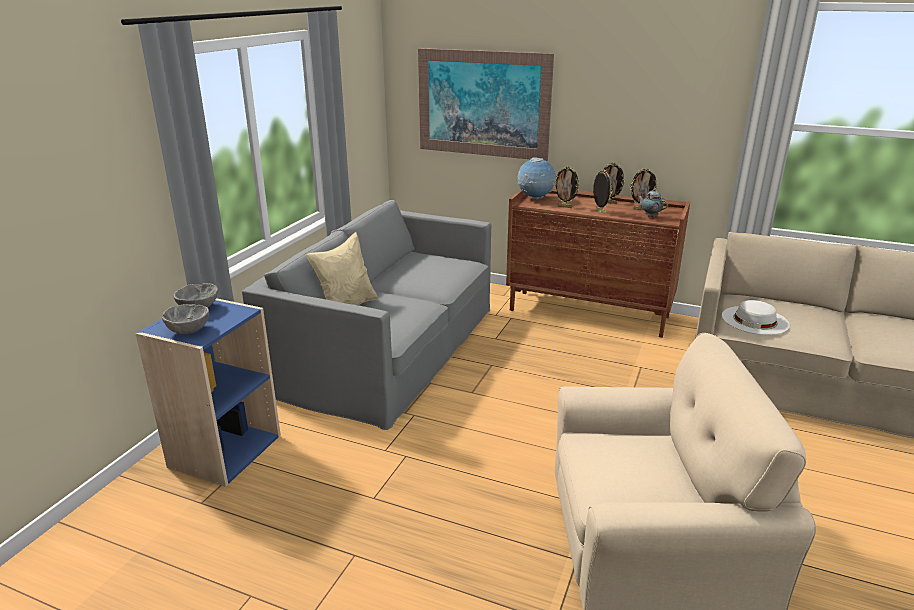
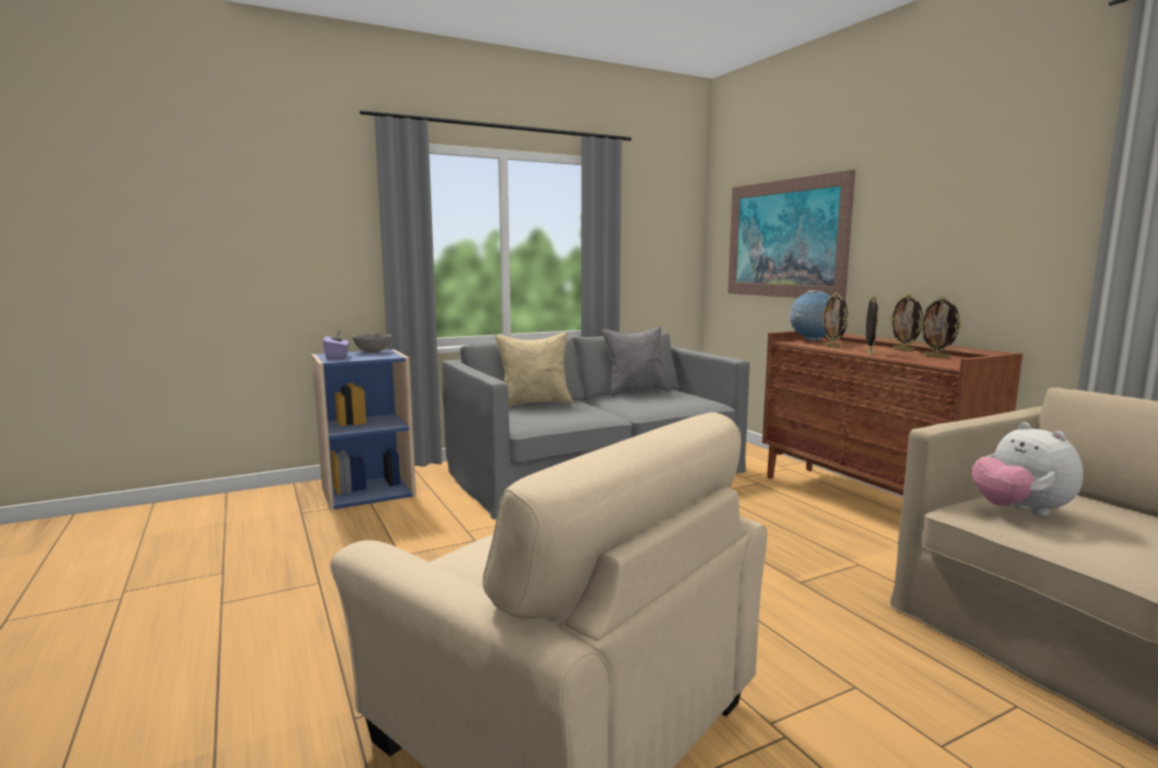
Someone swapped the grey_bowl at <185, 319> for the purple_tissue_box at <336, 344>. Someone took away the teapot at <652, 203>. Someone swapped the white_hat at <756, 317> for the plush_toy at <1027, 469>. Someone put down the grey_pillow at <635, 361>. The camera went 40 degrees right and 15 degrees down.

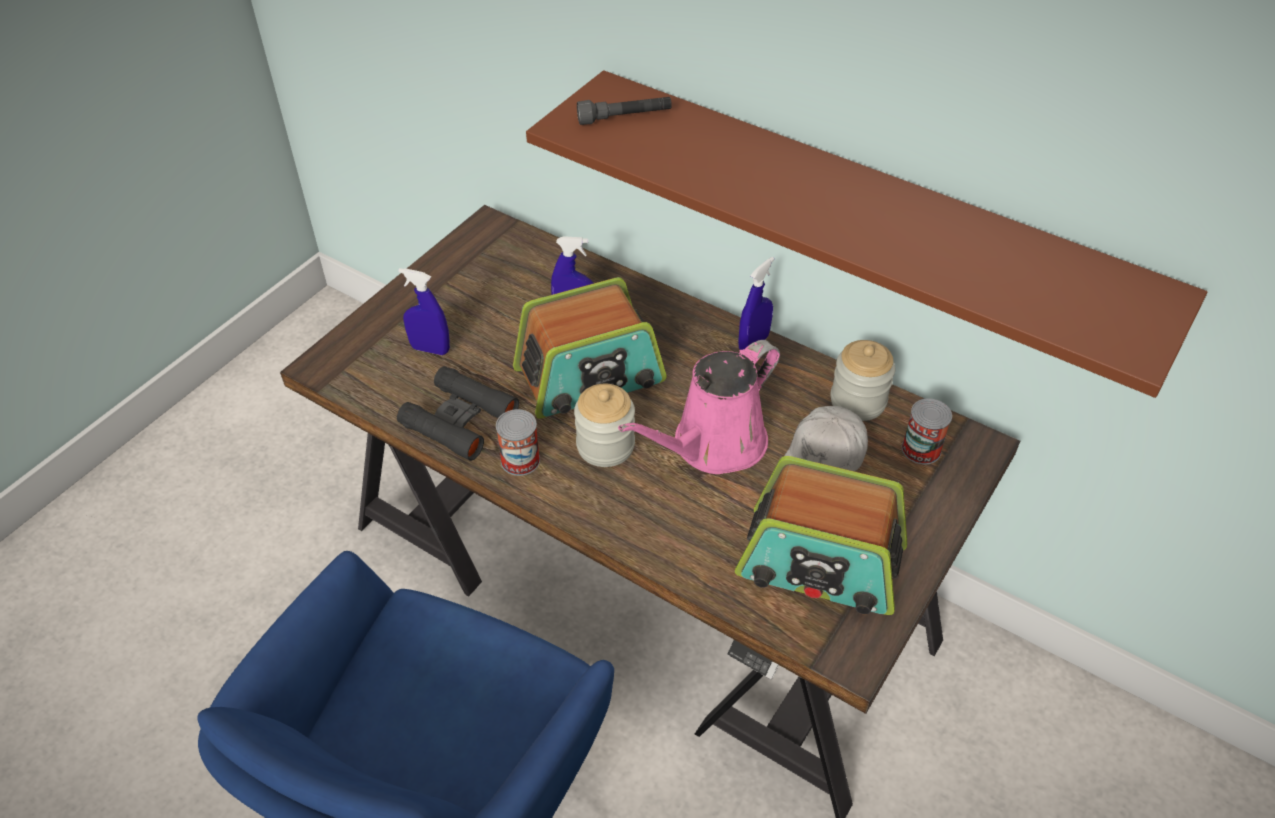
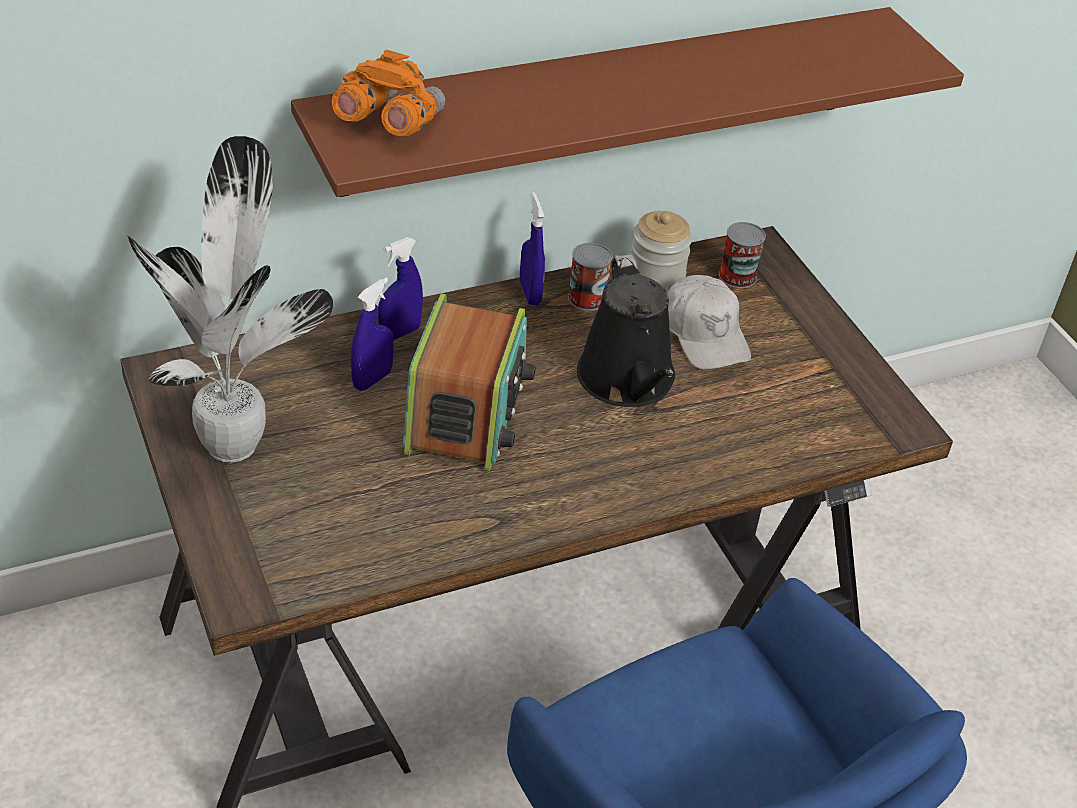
Someone took away the black_binoculars at <458, 413>. Someone carried the blue_spray_bottle from <424, 311> to <400, 289>. Someone carried the can from <518, 442> to <590, 277>. Someone took away the jar at <604, 425>. Someone swapped the grey_flashlight at <624, 111> for the orange_binoculars at <389, 93>. Someone repainted the pink_watering_can at <699, 407>, which became the black_watering_can at <626, 331>. Someone took away the radio at <821, 535>. Someone put down the potted_plant at <230, 299>. The camera went 60 degrees left and 5 degrees down.

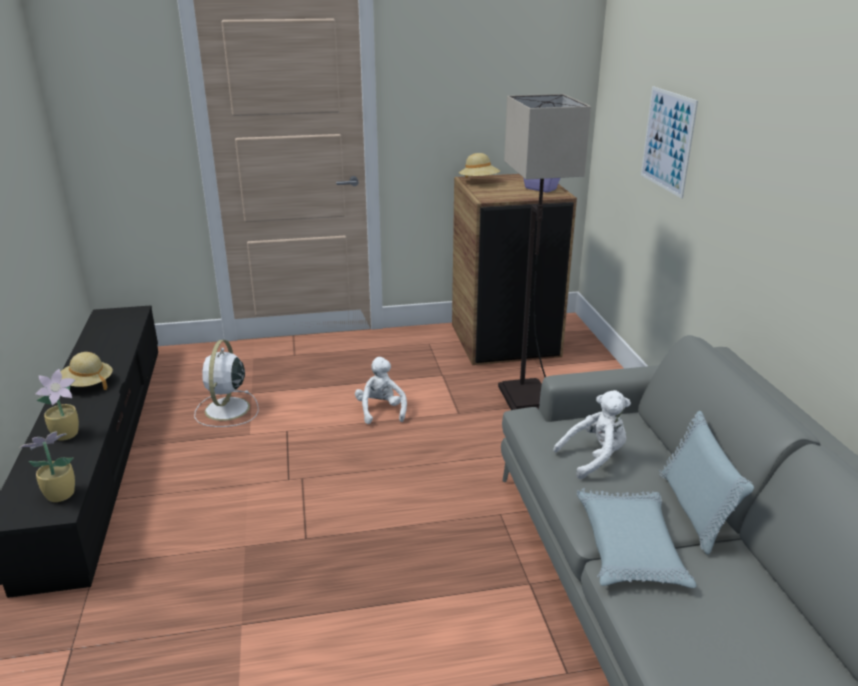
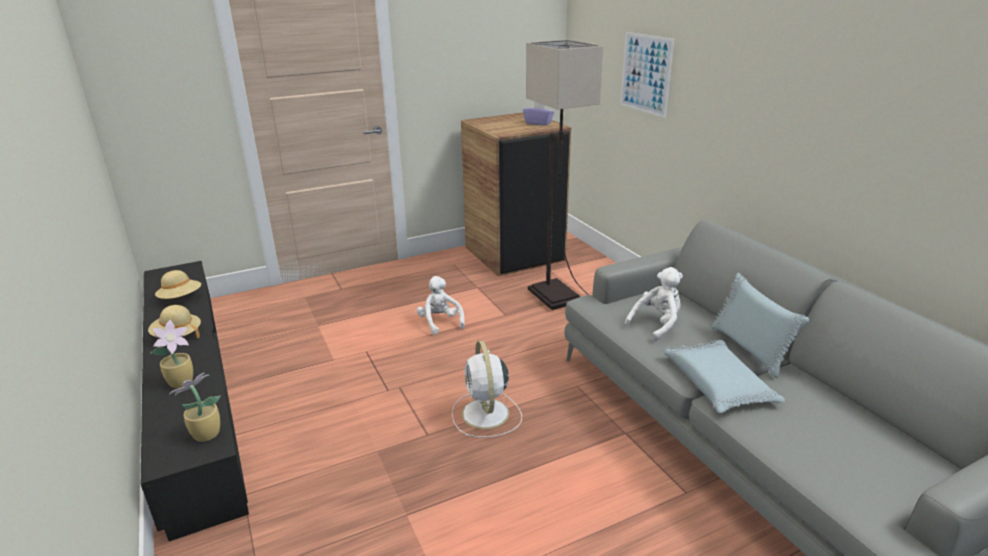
Someone carried the white_fan from <226, 383> to <487, 389>. Someone carried the beige_hat from <479, 165> to <178, 284>. The camera went 15 degrees left and 0 degrees up.

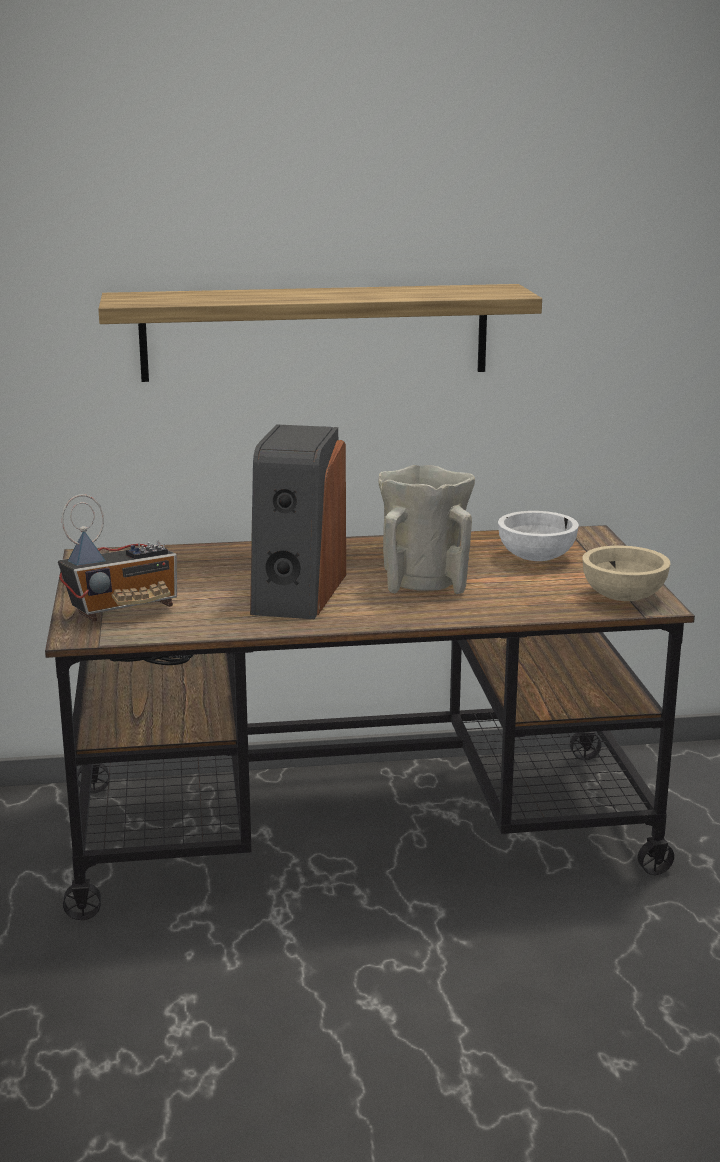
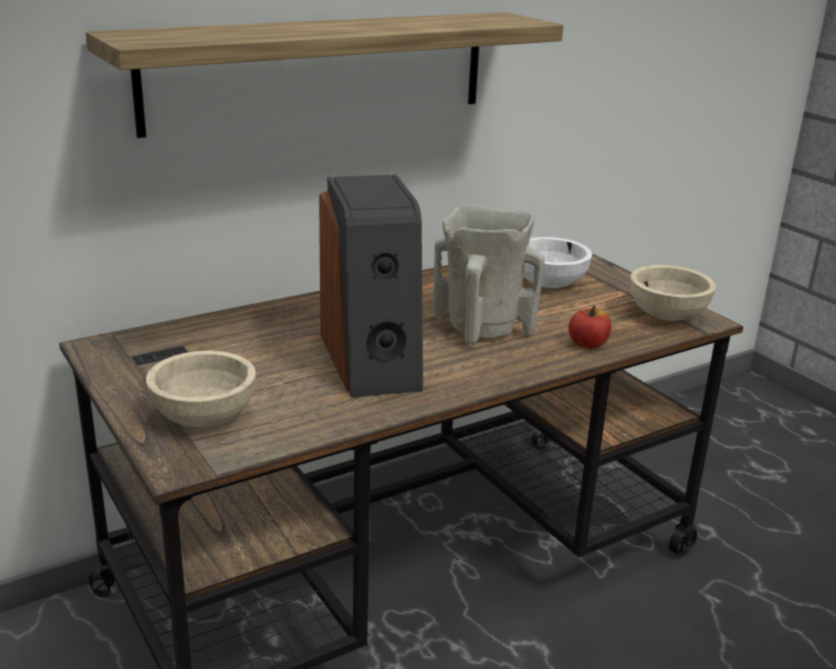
Someone swapped the radio at <117, 558> for the beige_bowl at <201, 389>. Someone put down the apple at <590, 327>. The camera went 25 degrees left and 5 degrees up.

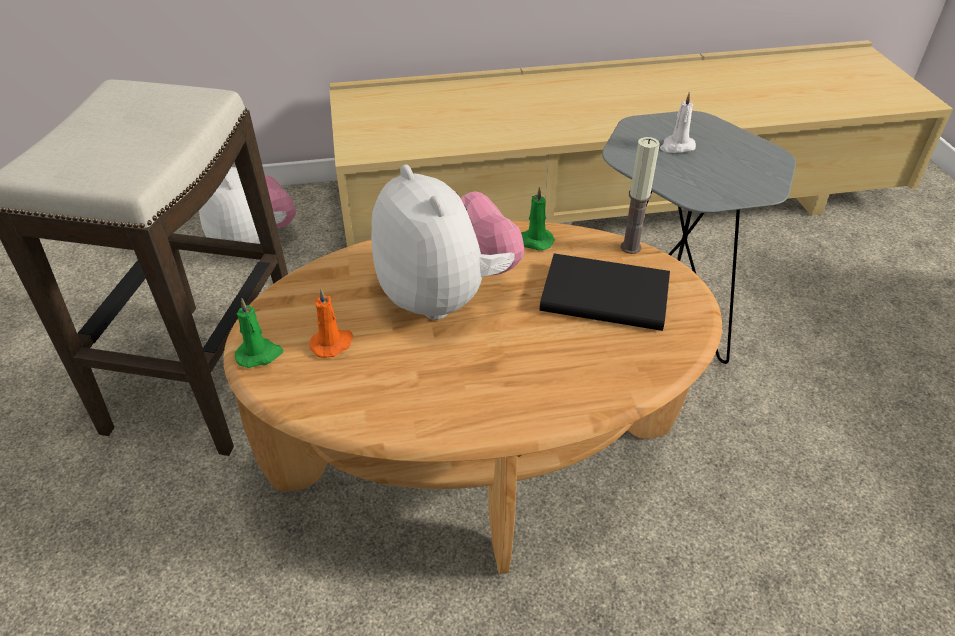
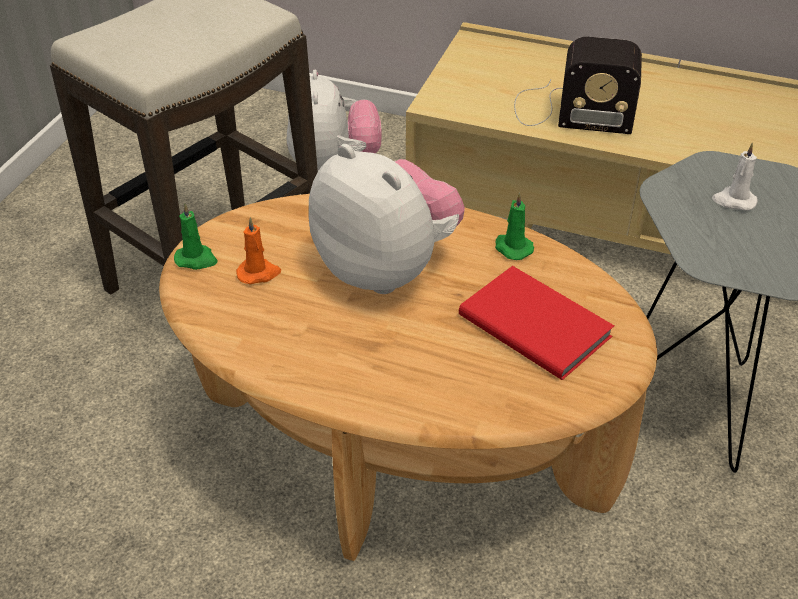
Someone rotated the plush_toy at <447, 242> by 45 degrees counterclockwise. Someone repainted the black_book at <605, 292>, which became the red_book at <536, 323>. Someone took away the candle at <640, 195>. Someone put down the radio at <578, 85>. The camera went 30 degrees right and 0 degrees up.

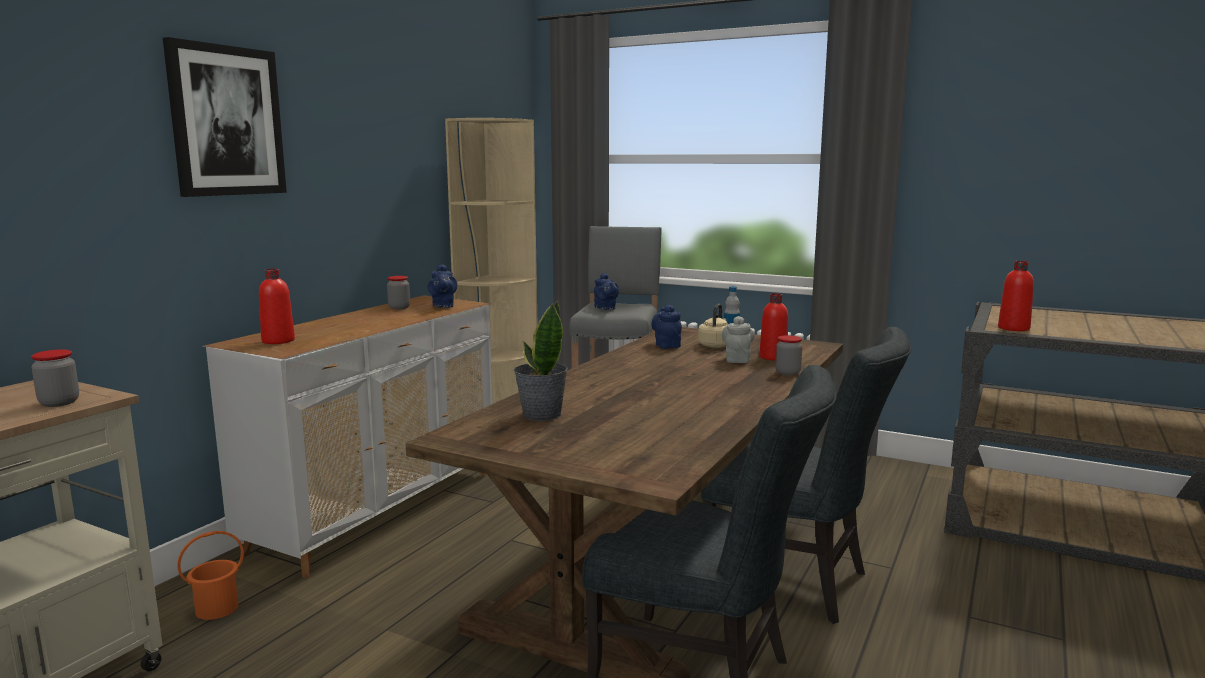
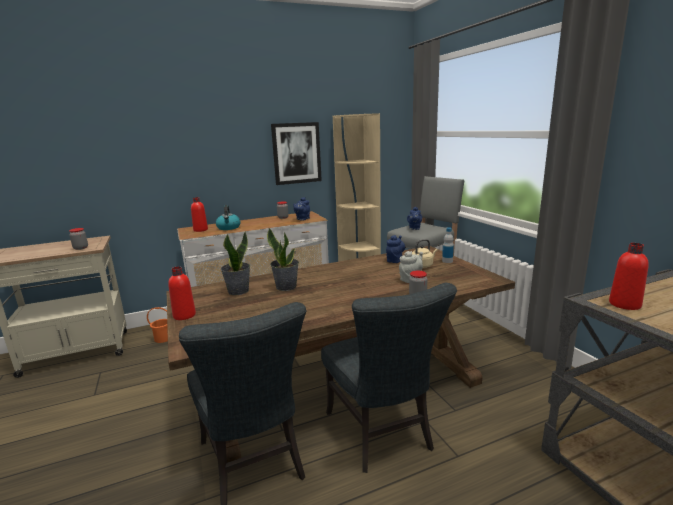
Someone carried the picture from <225, 117> to <296, 153>. Someone carried the red_bottle from <773, 326> to <182, 293>. Someone put down the kettle at <228, 217>. Someone put down the potted_plant at <283, 259>. The camera went 40 degrees right and 5 degrees up.

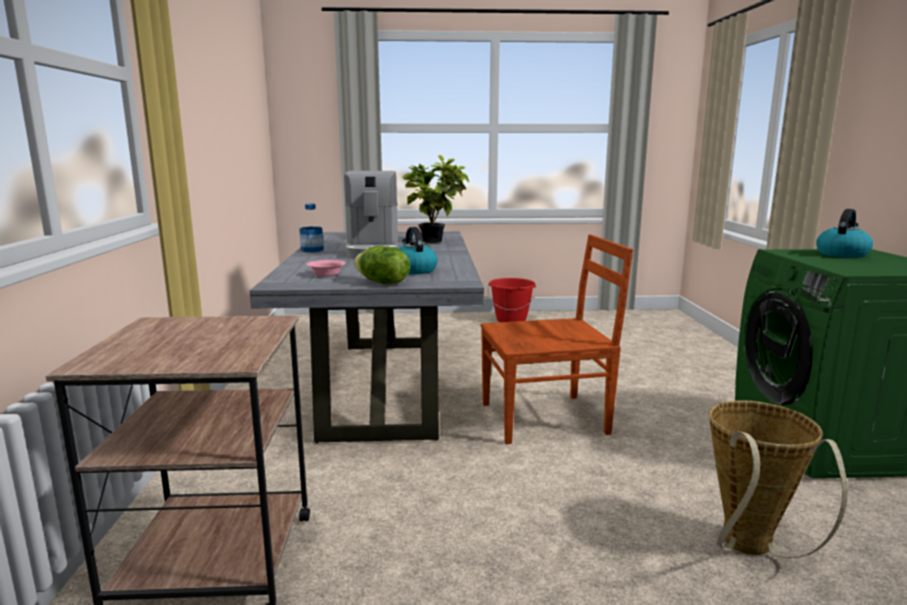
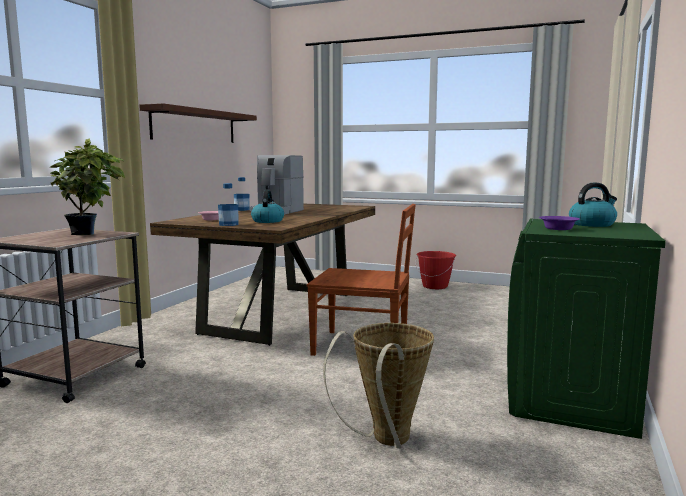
Someone repainted the grey_dining_table at <367, 337>, which became the brown_dining_table at <262, 275>. Someone swapped the lettuce at <382, 265> for the bottle at <228, 204>. Someone carried the potted_plant from <436, 199> to <87, 186>. Someone put up the brown_shelf at <198, 123>. Someone put down the purple_bowl at <559, 223>. The camera went 25 degrees right and 5 degrees down.

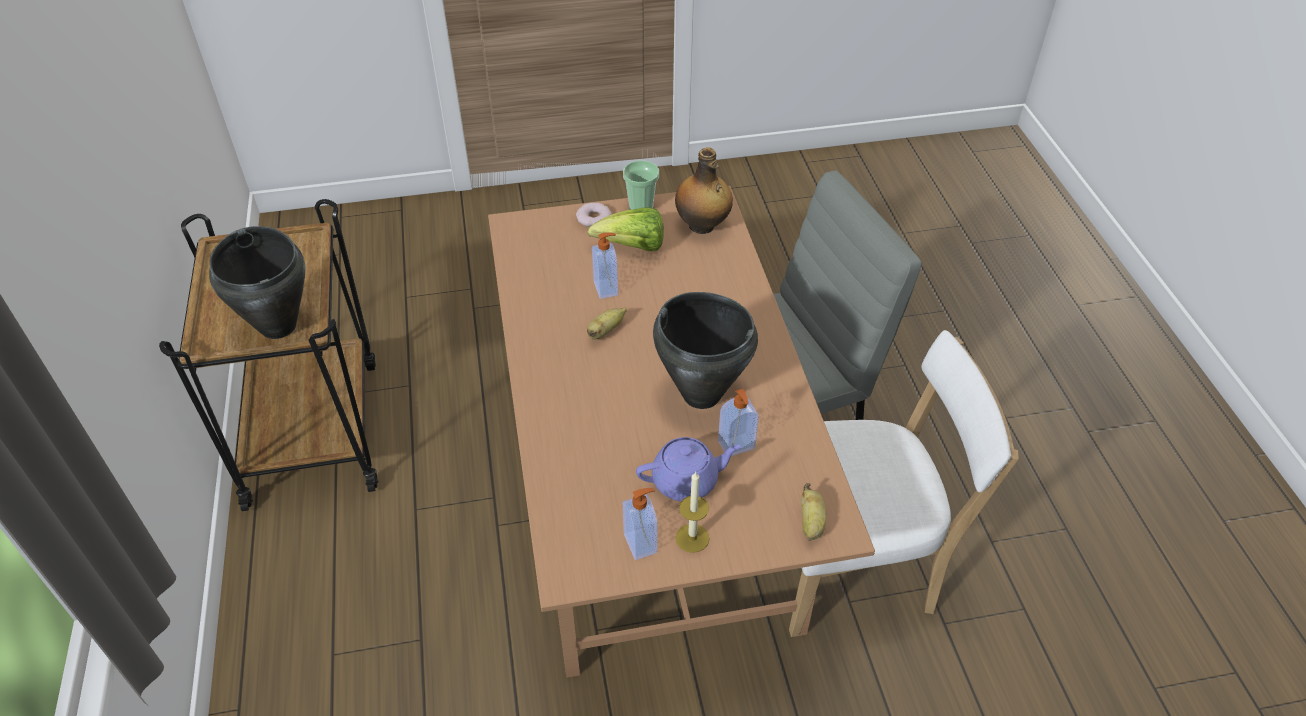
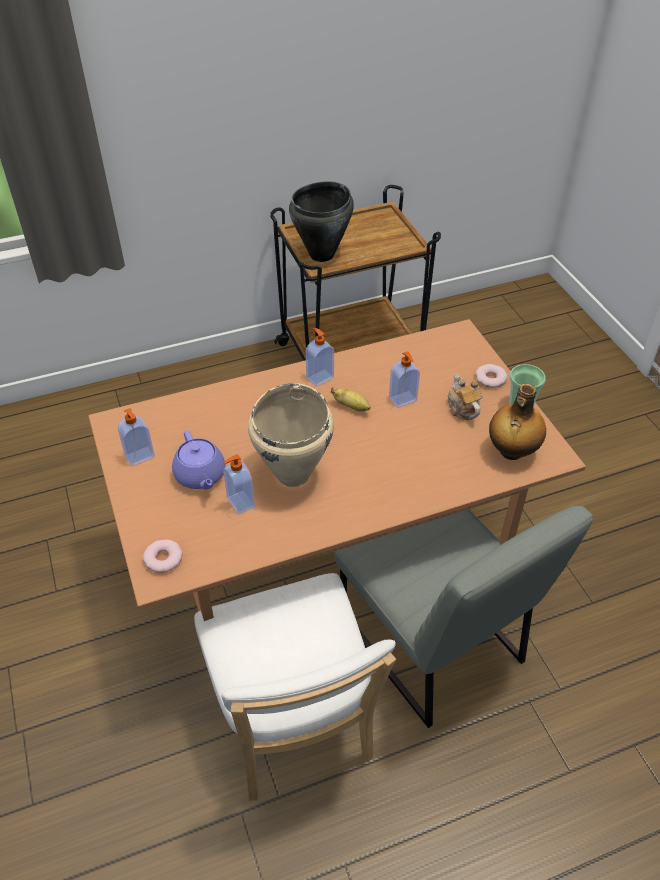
Someone swapped the lettuce at <626, 229> for the teapot at <465, 396>. Someone repainted the black_cooking_pot at <705, 350>, which became the beige_cooking_pot at <291, 435>. Someone took away the candle at <692, 512>. Someone swapped the banana at <813, 512> for the donut at <163, 556>. Someone put down the soap_dispenser at <320, 357>. The camera went 80 degrees right and 0 degrees up.

